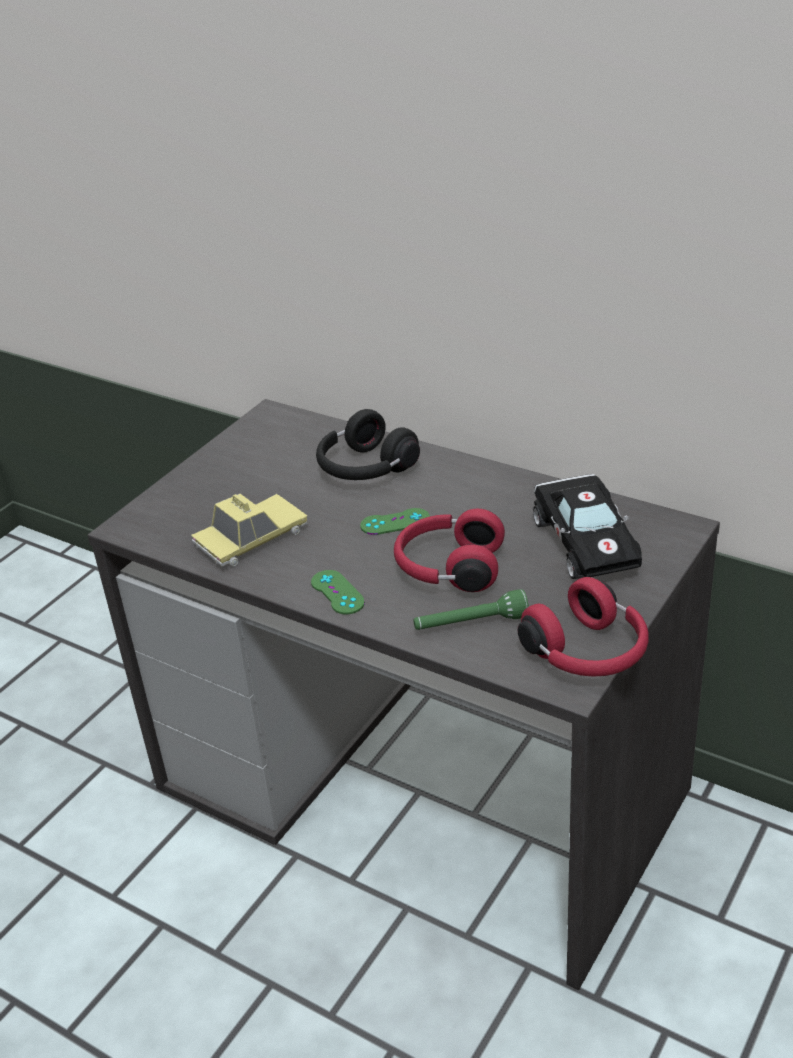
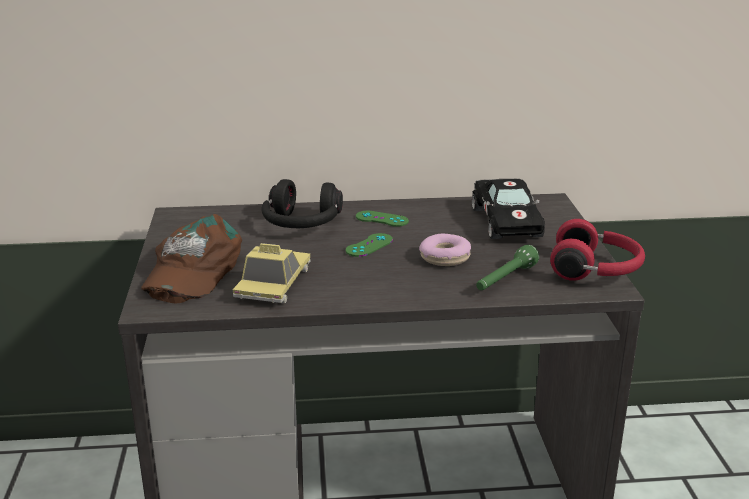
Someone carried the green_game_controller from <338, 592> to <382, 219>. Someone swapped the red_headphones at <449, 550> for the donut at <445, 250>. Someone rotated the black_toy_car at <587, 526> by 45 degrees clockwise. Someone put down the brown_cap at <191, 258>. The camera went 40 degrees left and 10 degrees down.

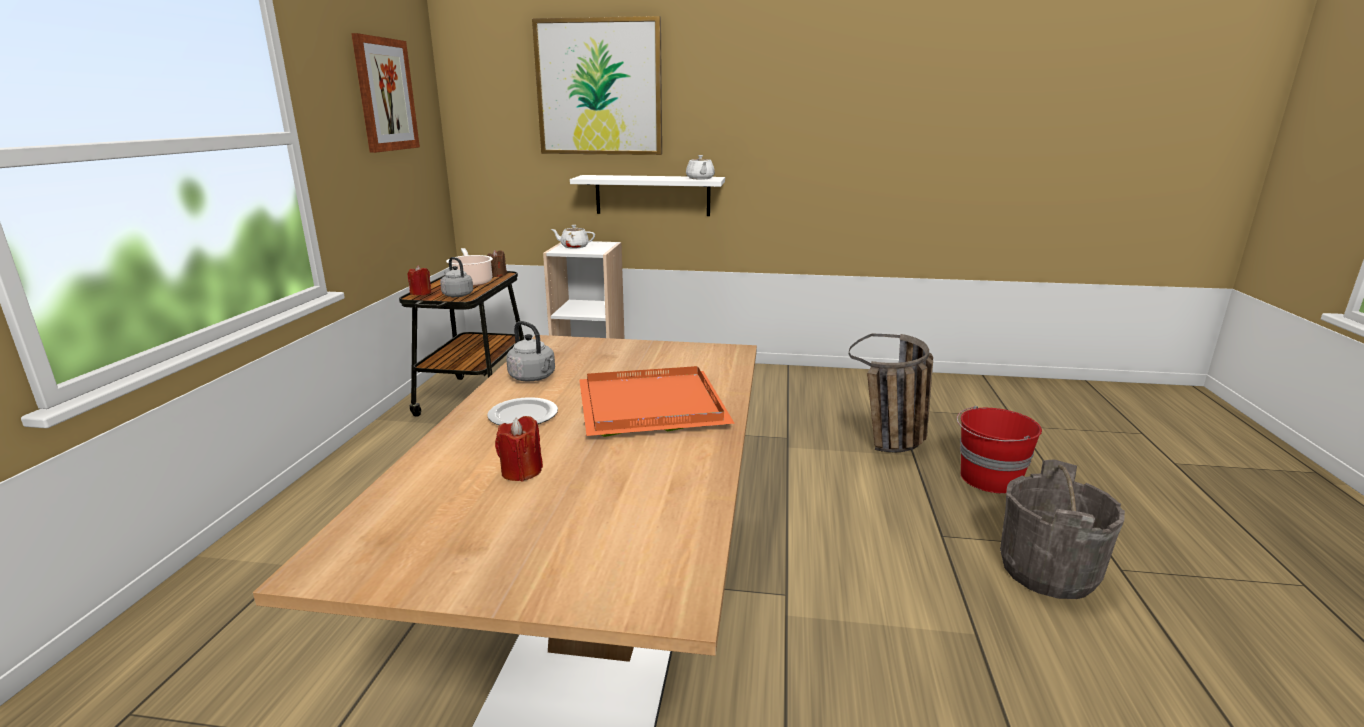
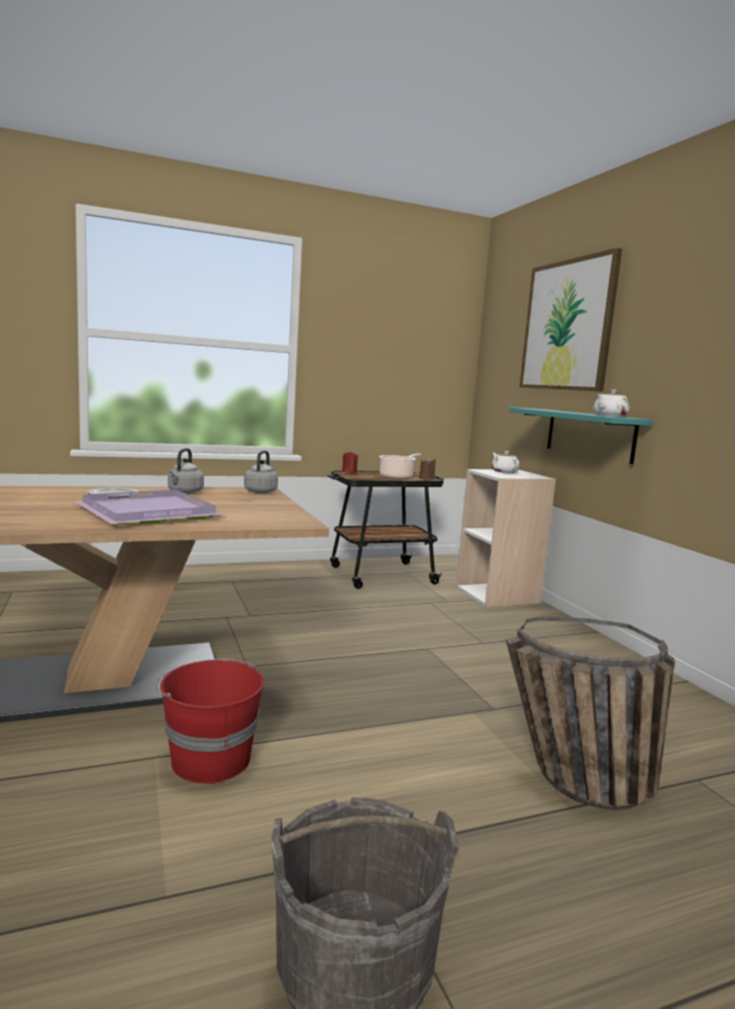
Someone took away the picture at <385, 93>. Someone carried the grey_kettle from <456, 277> to <261, 471>. Someone took away the red_candle at <519, 449>. Someone repainted the white_shelf at <647, 195>, which became the turquoise_shelf at <581, 435>. Someone repainted the orange_tray at <657, 401>, which became the purple_tray at <149, 506>. Someone carried the red_bucket from <999, 449> to <210, 721>. The camera went 60 degrees right and 10 degrees down.

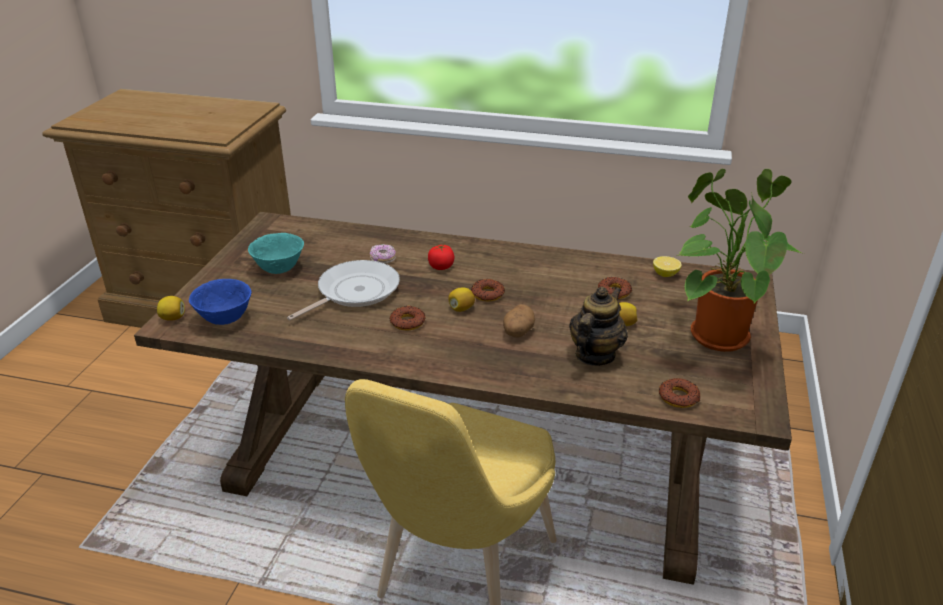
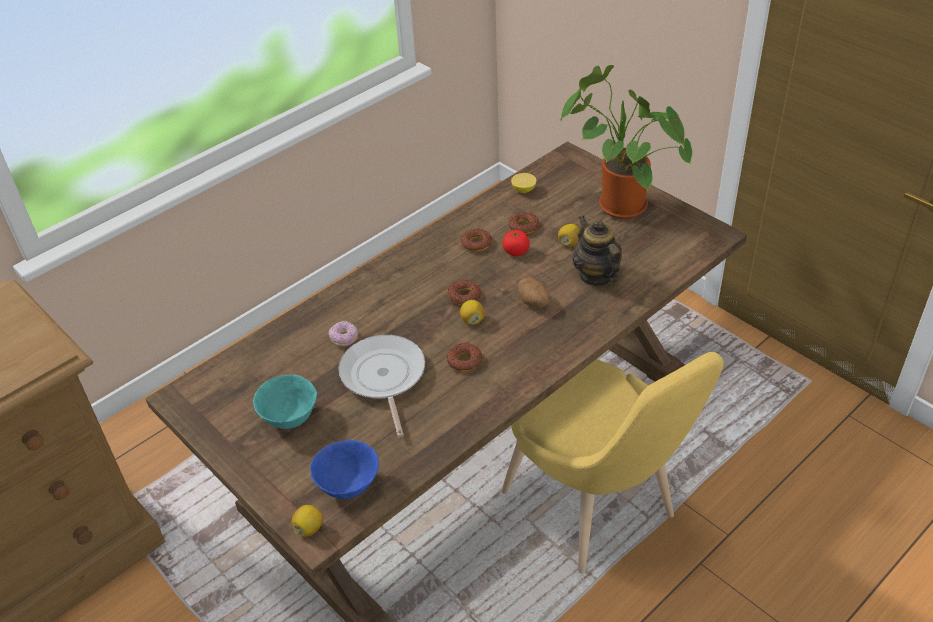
Someone carried the tomato from <441, 257> to <516, 243>. Someone carried the donut from <679, 393> to <476, 240>. The camera went 55 degrees left and 10 degrees up.

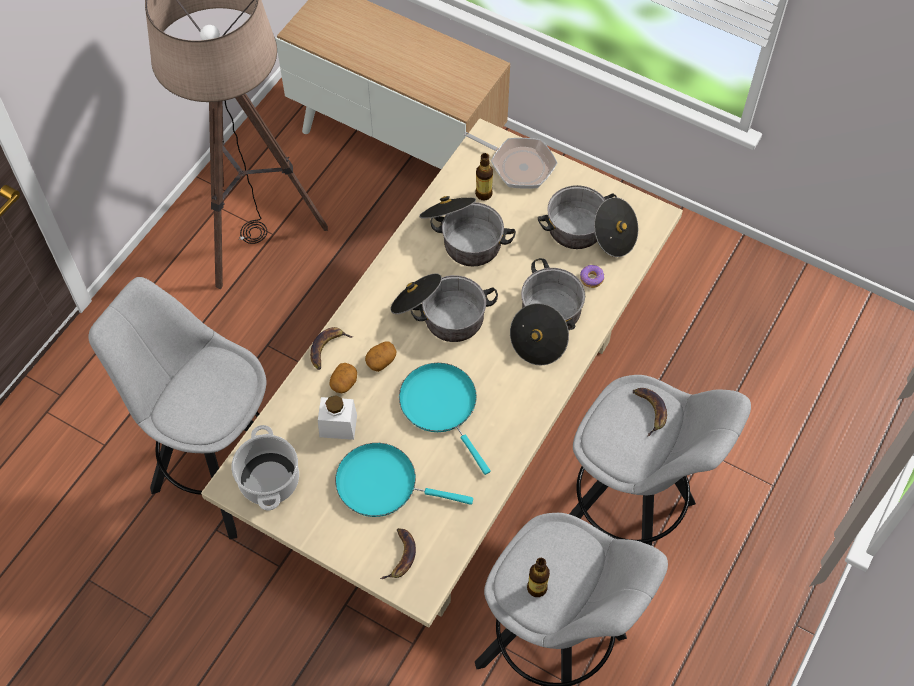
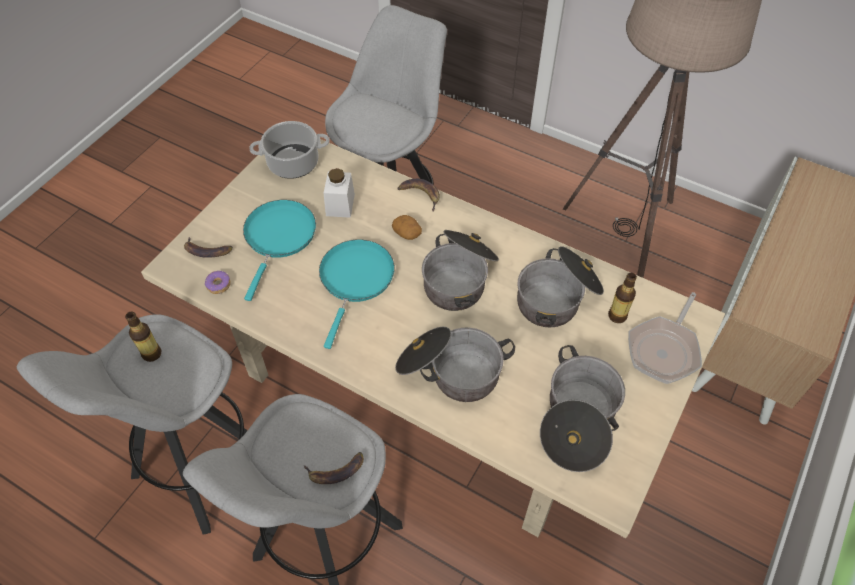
Someone took away the potato at <343, 378>. Someone rotated the turquoise_frying_pan at <445, 419> by 45 degrees counterclockwise. Someone carried the donut from <592, 276> to <218, 282>. The camera went 90 degrees right and 5 degrees down.

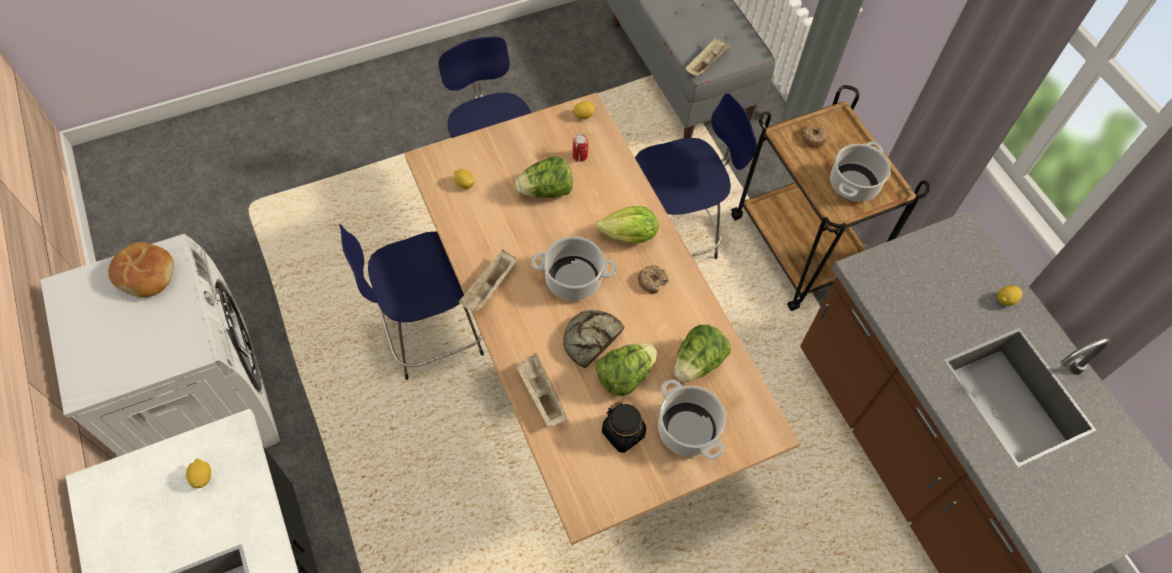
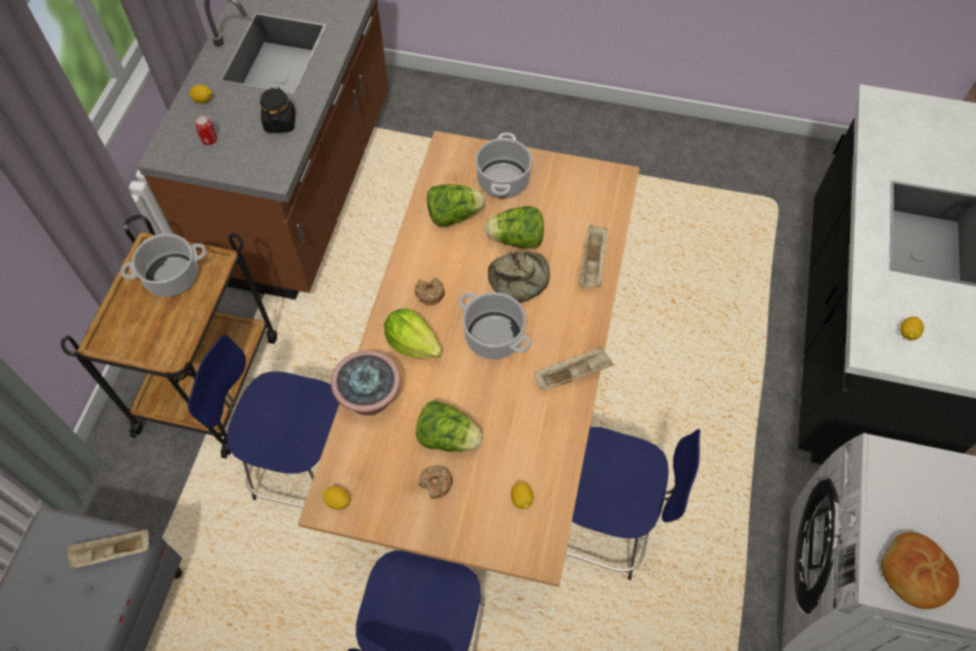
Someone carried the can from <580, 148> to <206, 130>. Someone carried the black_jar from <624, 427> to <278, 110>. Someone carried the donut from <814, 135> to <436, 482>. Someone put down the potted_plant at <365, 382>. The camera went 140 degrees left and 0 degrees up.

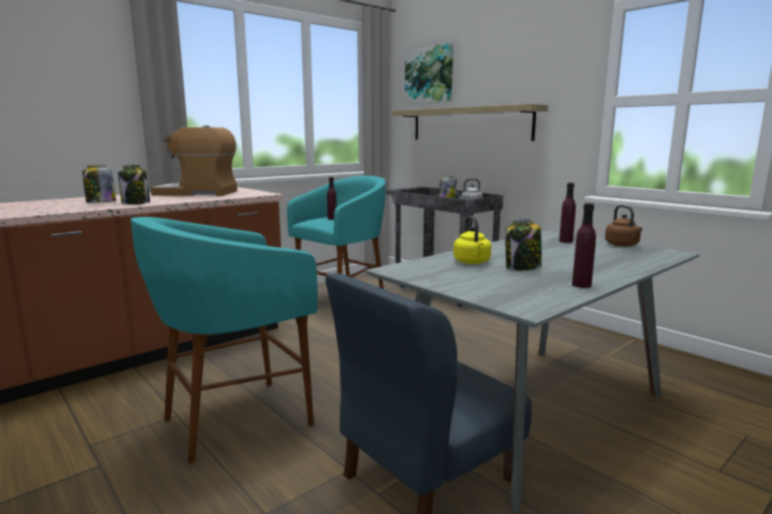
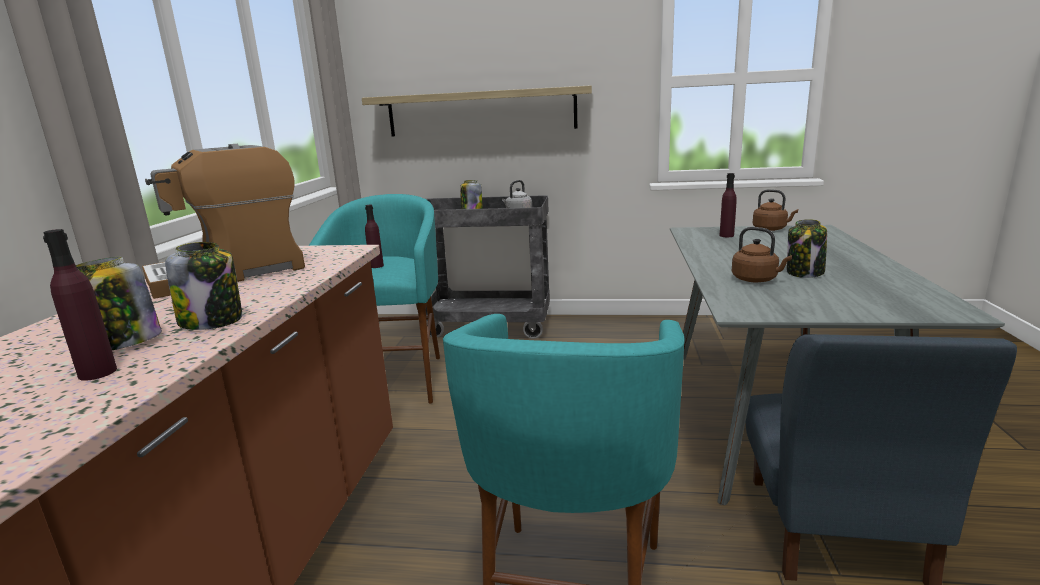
Someone took away the picture at <429, 73>. Someone repainted the yellow_kettle at <472, 240>, which became the brown_kettle at <762, 254>. Someone carried the purple_bottle from <584, 245> to <80, 305>. The camera went 40 degrees left and 5 degrees up.

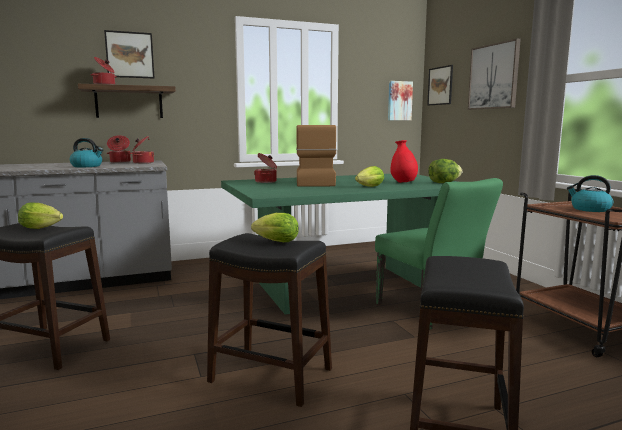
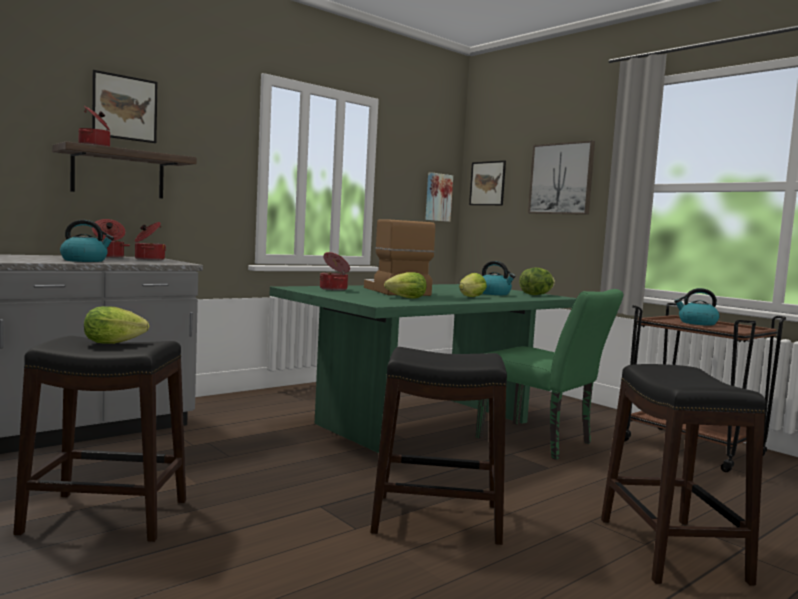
Someone carried the lettuce from <275, 227> to <405, 285>. Someone swapped the red_vase at <404, 161> for the kettle at <499, 278>. The camera went 20 degrees left and 5 degrees down.

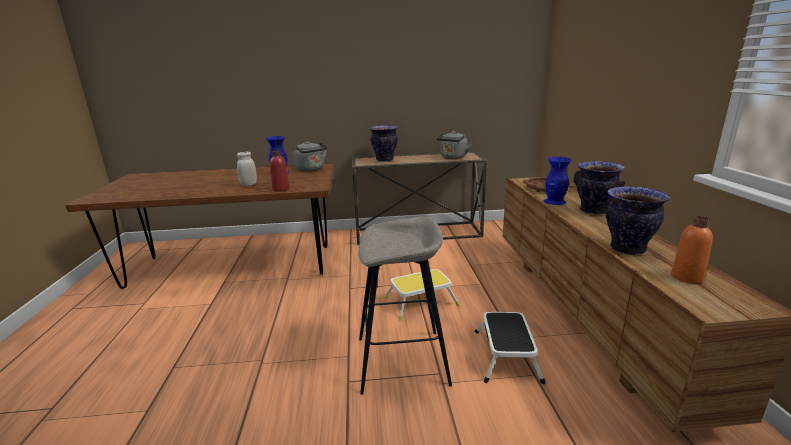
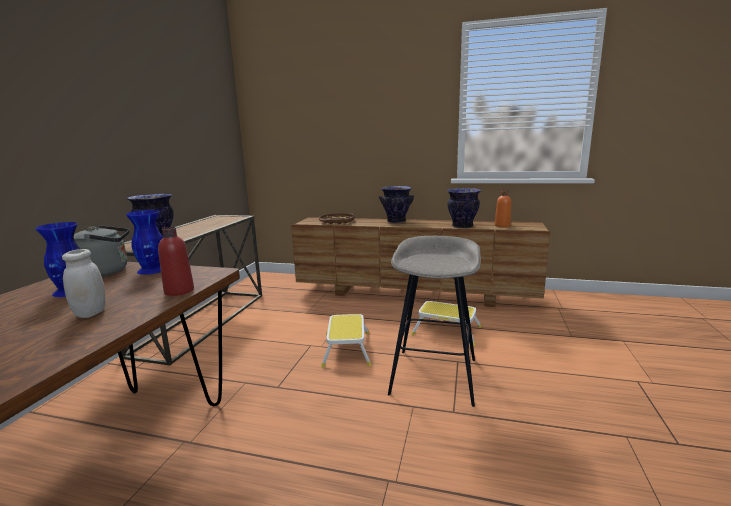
Someone took away the grey_kettle at <454, 145>. Someone repainted the black_step_ladder at <509, 348>, which became the yellow_step_ladder at <446, 323>. Someone carried the blue_vase from <557, 181> to <144, 242>. The camera went 70 degrees left and 5 degrees down.

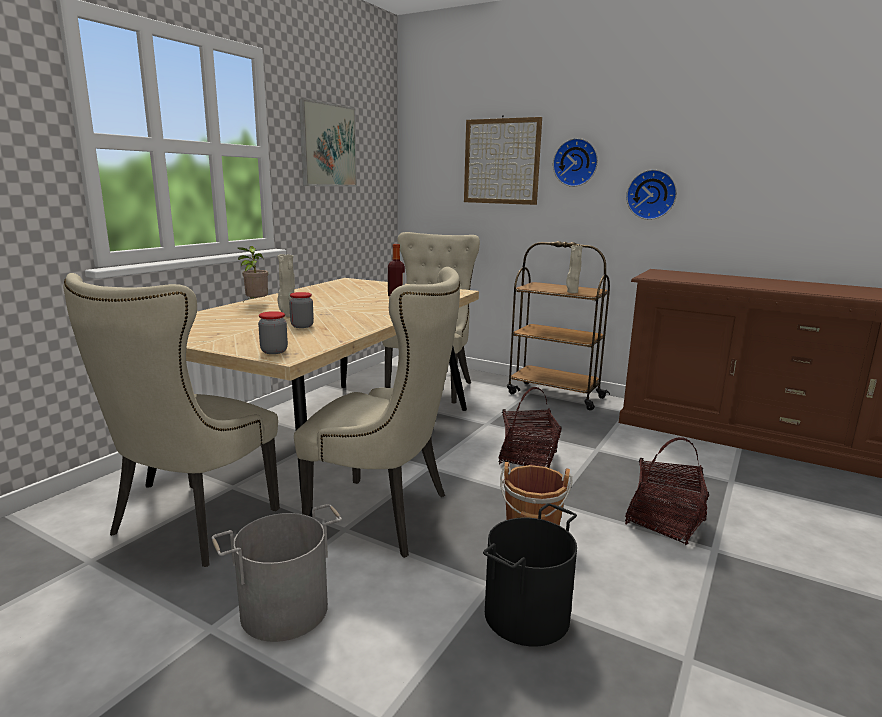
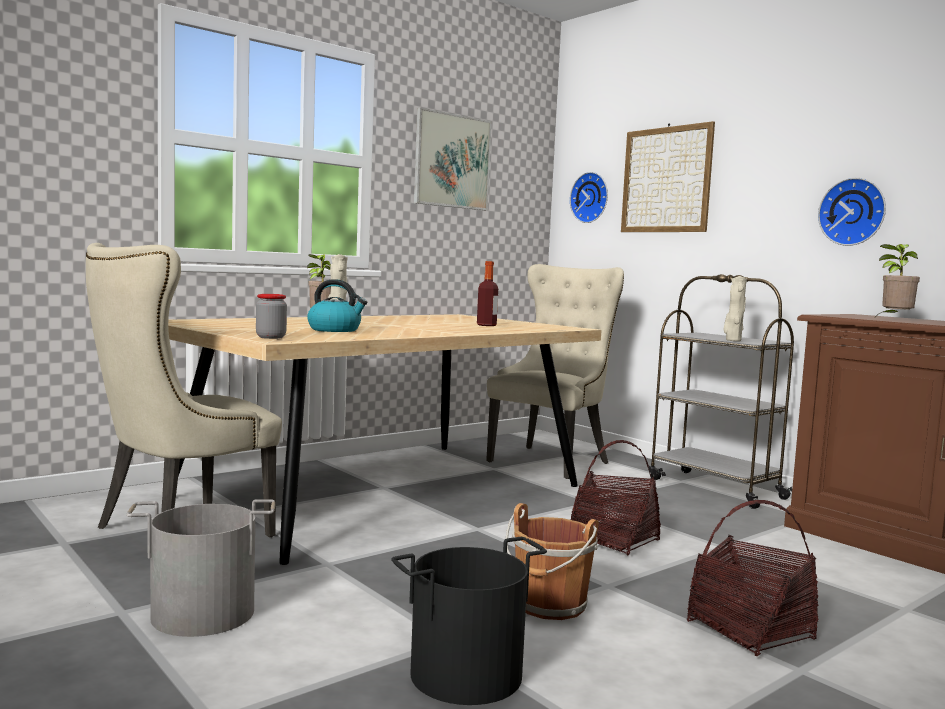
Someone swapped the jar at <301, 310> for the kettle at <337, 305>. Someone took away the beige_chair at <377, 412>. Someone repainted the brown_cart at <558, 326>, which became the grey_cart at <721, 391>. Someone carried the wall_clock from <575, 162> to <589, 197>. Someone put down the potted_plant at <898, 280>. The camera went 20 degrees right and 10 degrees down.

